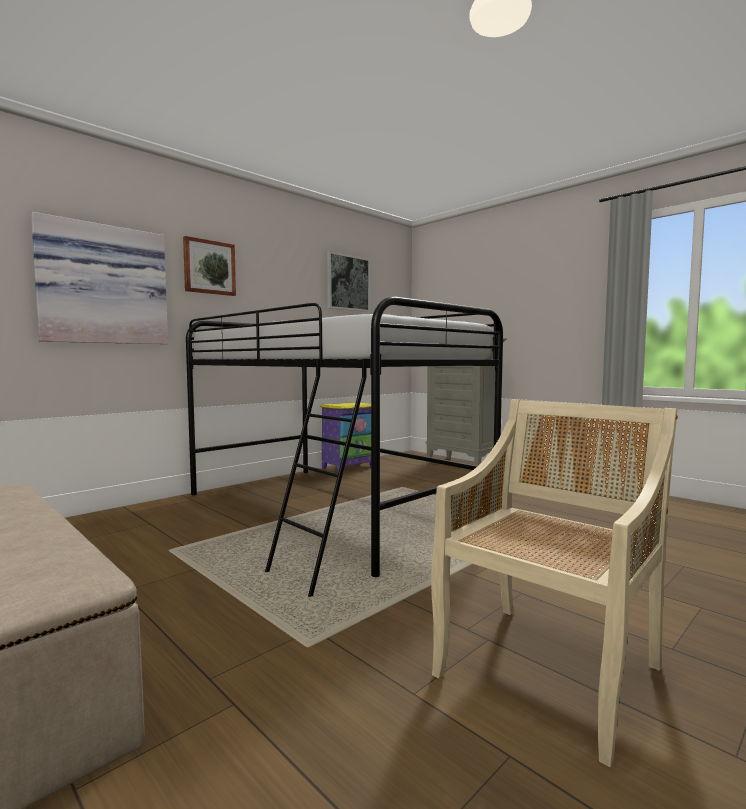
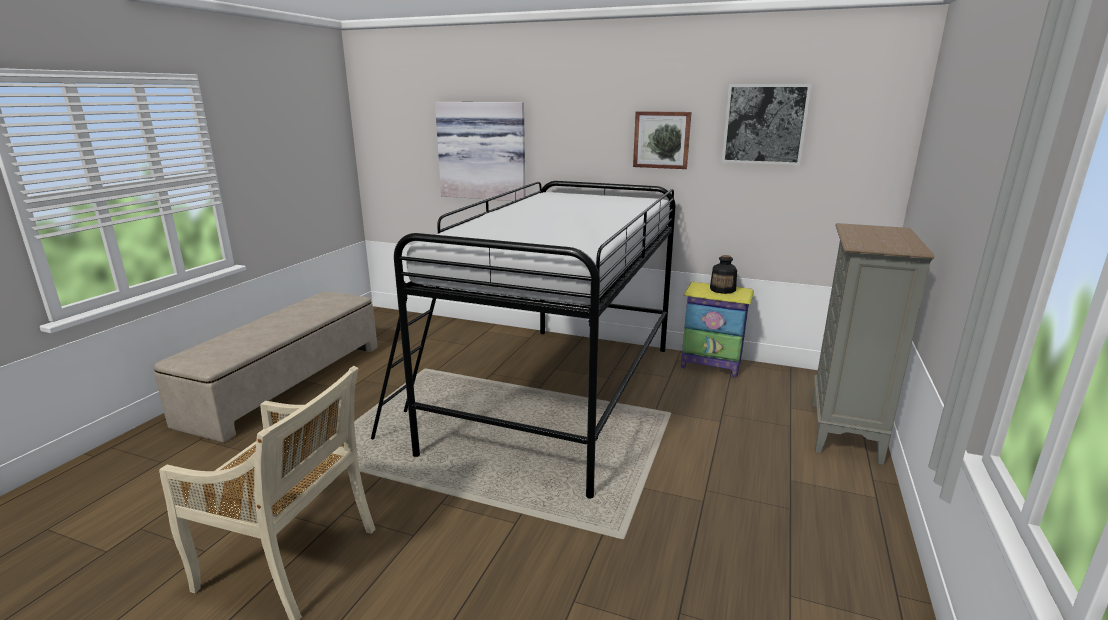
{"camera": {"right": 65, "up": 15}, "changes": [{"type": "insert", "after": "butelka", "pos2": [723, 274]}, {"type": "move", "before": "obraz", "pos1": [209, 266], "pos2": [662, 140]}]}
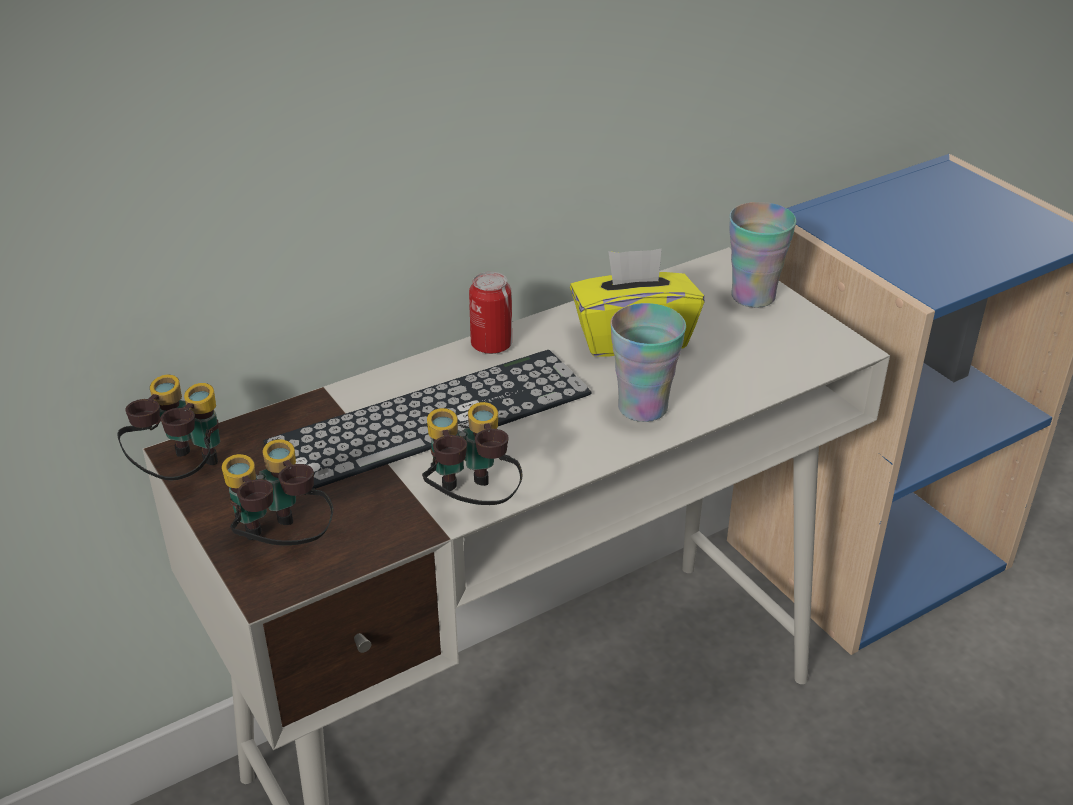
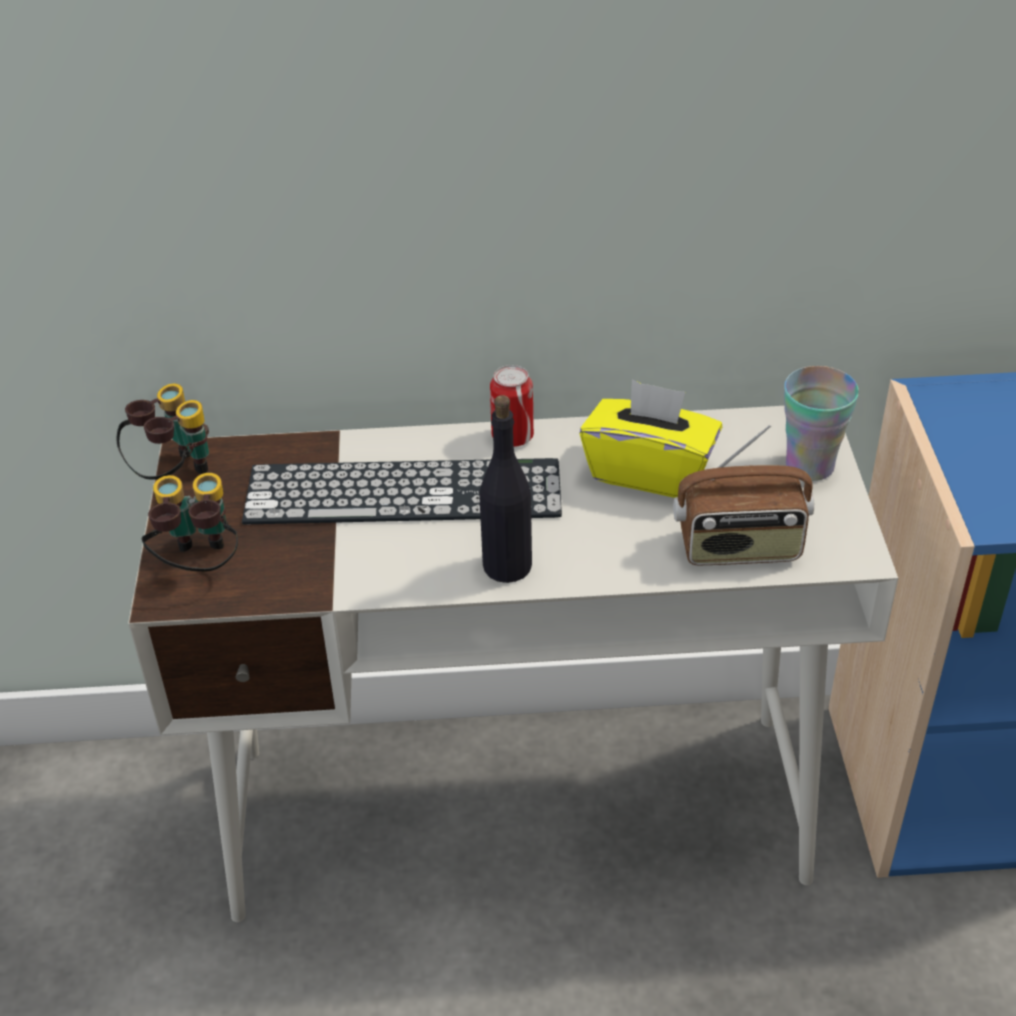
{"camera": {"right": 30, "up": 5}, "changes": [{"type": "delete", "before": "lornetka", "pos1": [472, 453]}, {"type": "delete", "before": "filiżanka", "pos1": [648, 362]}, {"type": "insert", "after": "butelka [czarny]", "pos2": [505, 489]}, {"type": "insert", "after": "radio", "pos2": [743, 495]}]}
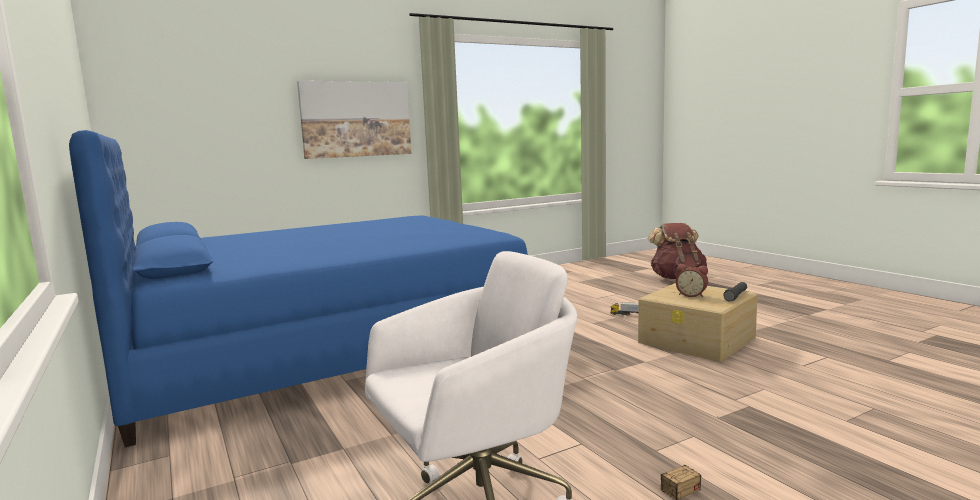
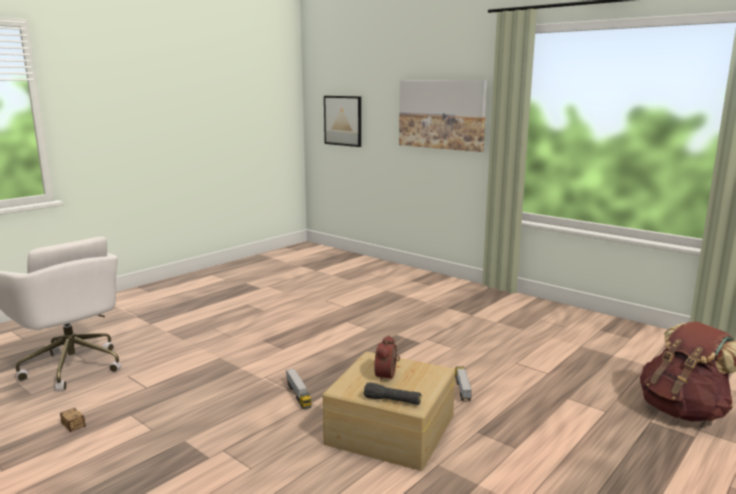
{"camera": {"right": 70, "up": 5}, "changes": [{"type": "delete", "before": "łóżko [niebieski]", "pos1": [298, 288]}, {"type": "insert", "after": "ciężarówka zabawkowa", "pos2": [298, 389]}, {"type": "insert", "after": "obraz", "pos2": [342, 121]}]}
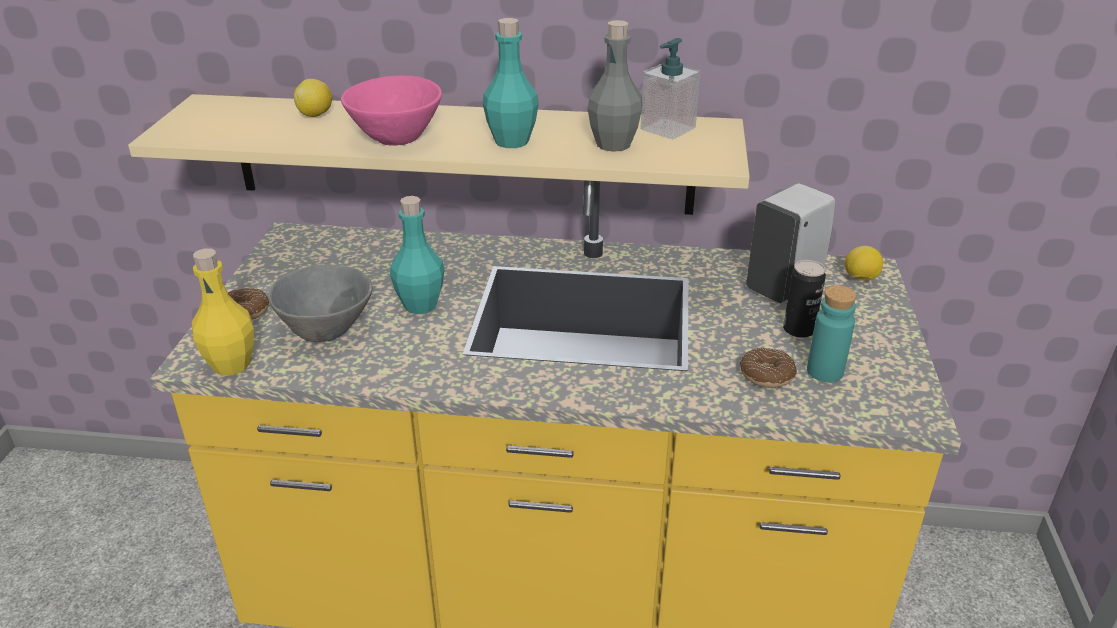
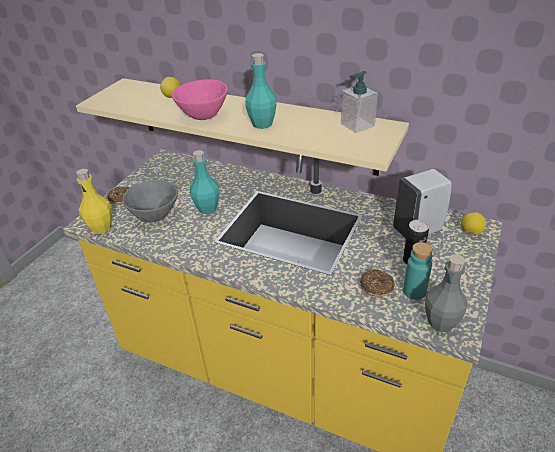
{"camera": {"right": 20, "up": 5}, "changes": [{"type": "move", "before": "butelka [szary]", "pos1": [615, 86], "pos2": [446, 293]}]}
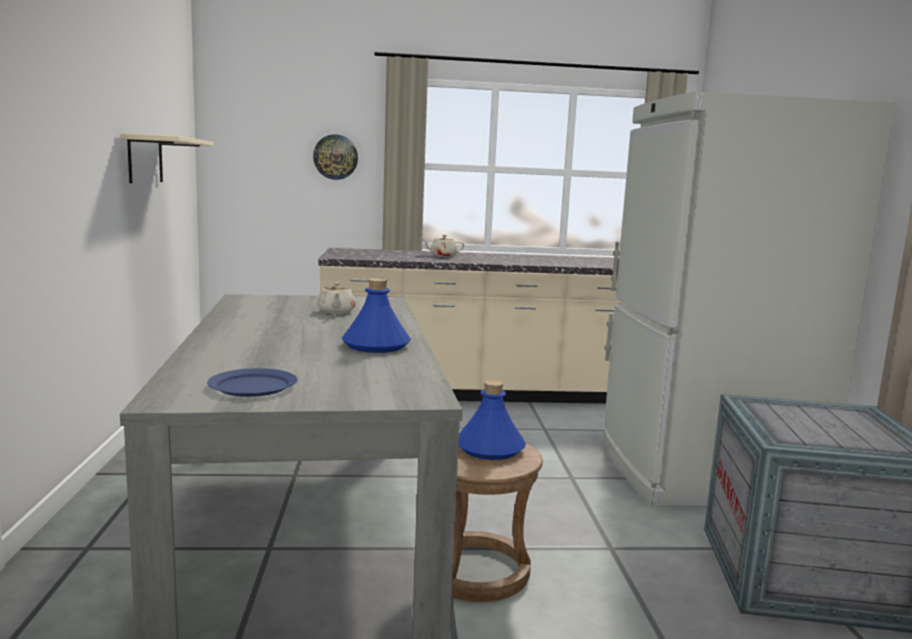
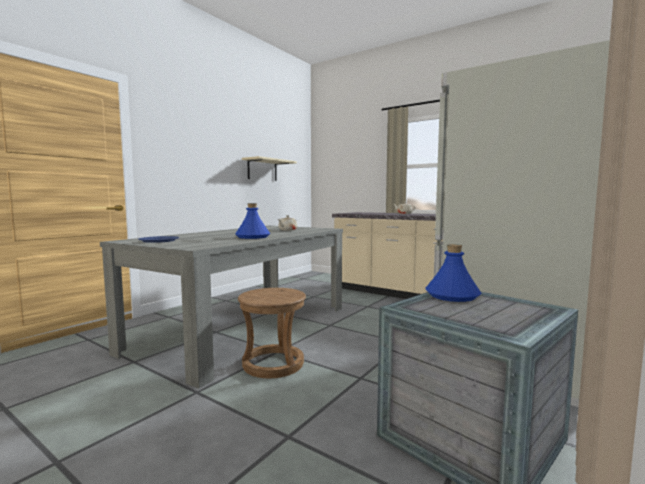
{"camera": {"right": 40, "up": -5}, "changes": [{"type": "delete", "before": "zegar ścienny", "pos1": [335, 157]}, {"type": "move", "before": "butelka [niebieski]", "pos1": [492, 420], "pos2": [453, 273]}]}
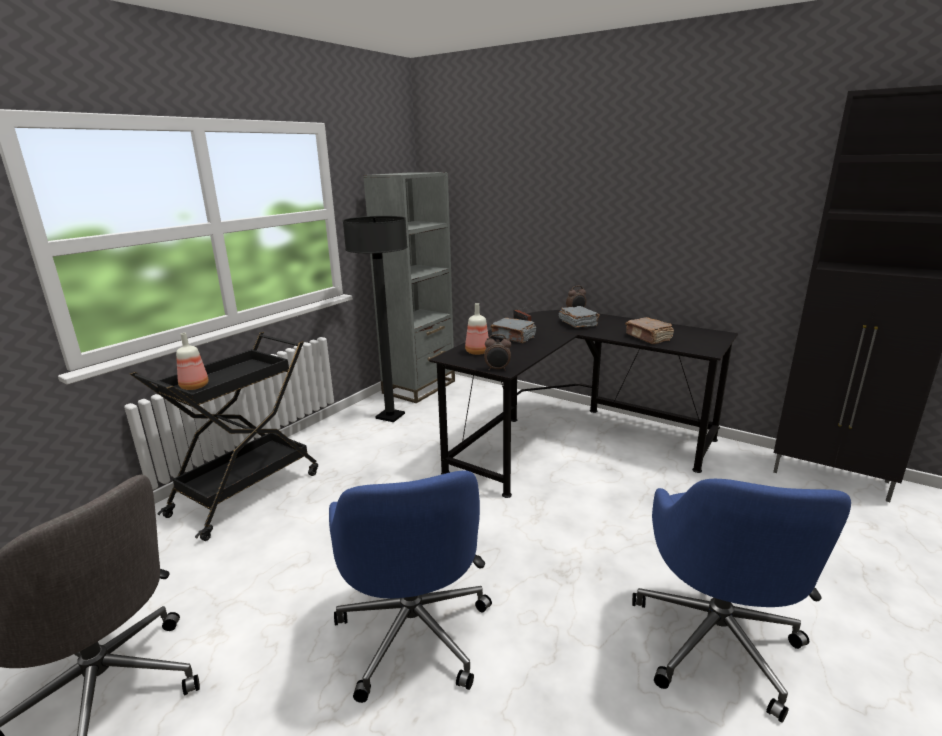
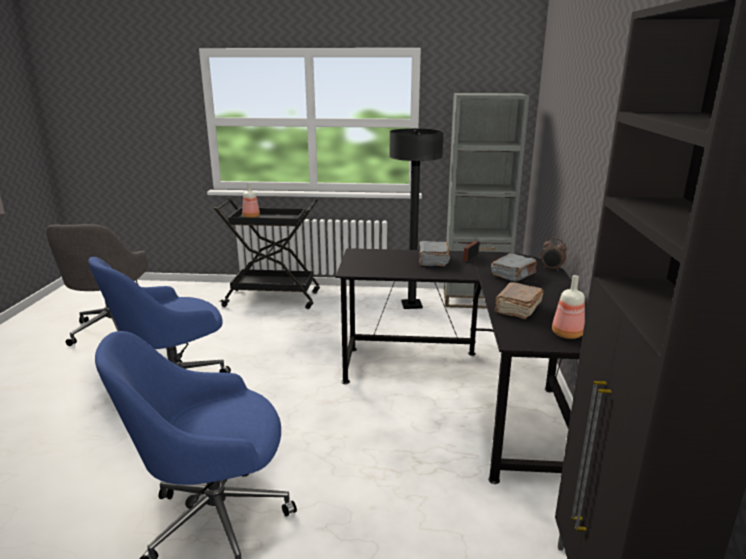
{"camera": {"right": 60, "up": 0}, "changes": [{"type": "delete", "before": "budzik", "pos1": [497, 352]}, {"type": "move", "before": "butelka", "pos1": [477, 329], "pos2": [568, 307]}]}
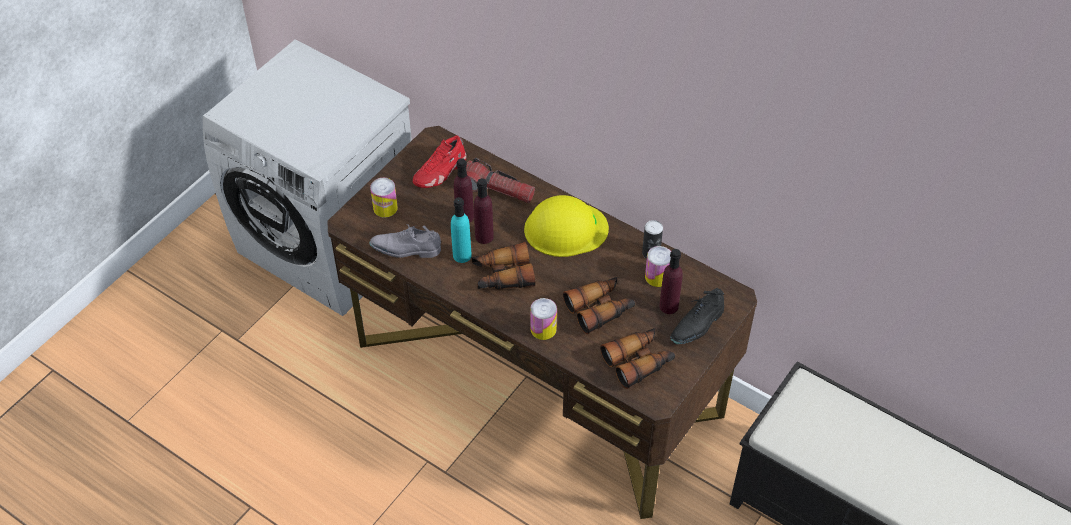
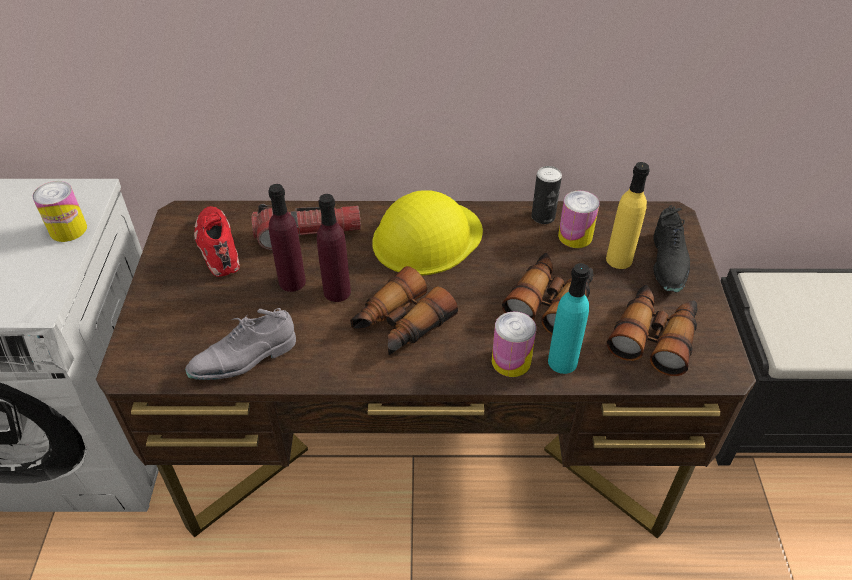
{"camera": {"right": -35, "up": -5}, "changes": [{"type": "move", "before": "puszka", "pos1": [384, 198], "pos2": [59, 211]}, {"type": "move", "before": "butelka [turkusowy]", "pos1": [461, 230], "pos2": [569, 318]}, {"type": "recolor", "before": "butelka [fioletowy]", "after": "butelka [żółty]", "pos1": [671, 281], "pos2": [628, 215]}, {"type": "rotate", "before": "but [czerwony]", "pos1": [439, 161], "pos2": [217, 241], "turn": 150}]}
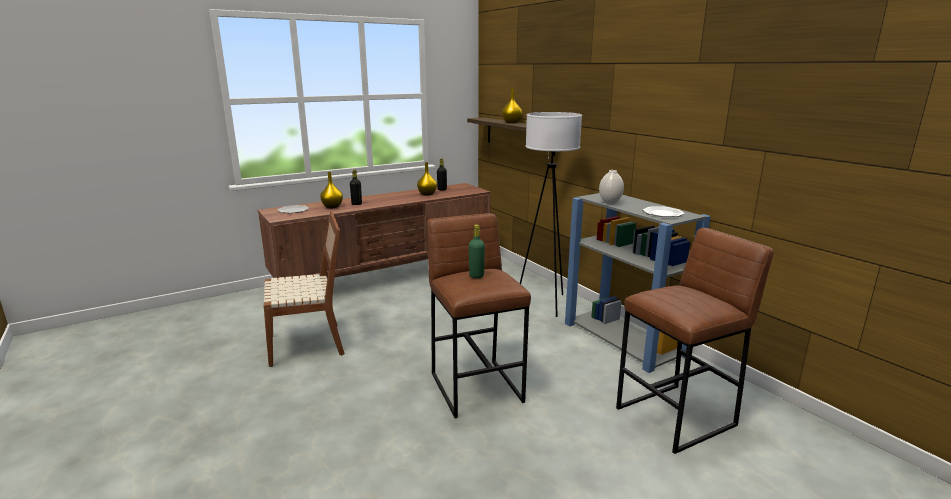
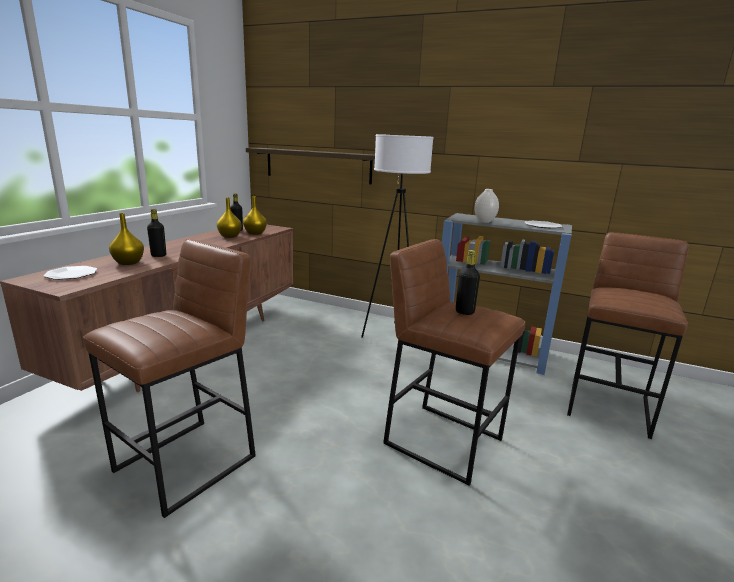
{"camera": {"right": -35, "up": 0}, "changes": [{"type": "move", "before": "wazon [żółty]", "pos1": [512, 106], "pos2": [255, 215]}, {"type": "replace", "before": "krzesło", "after": "stołek [brązowy]", "pos1": [304, 289], "pos2": [169, 378]}, {"type": "recolor", "before": "butelka [zielony]", "after": "butelka [czarny]", "pos1": [477, 251], "pos2": [468, 282]}]}
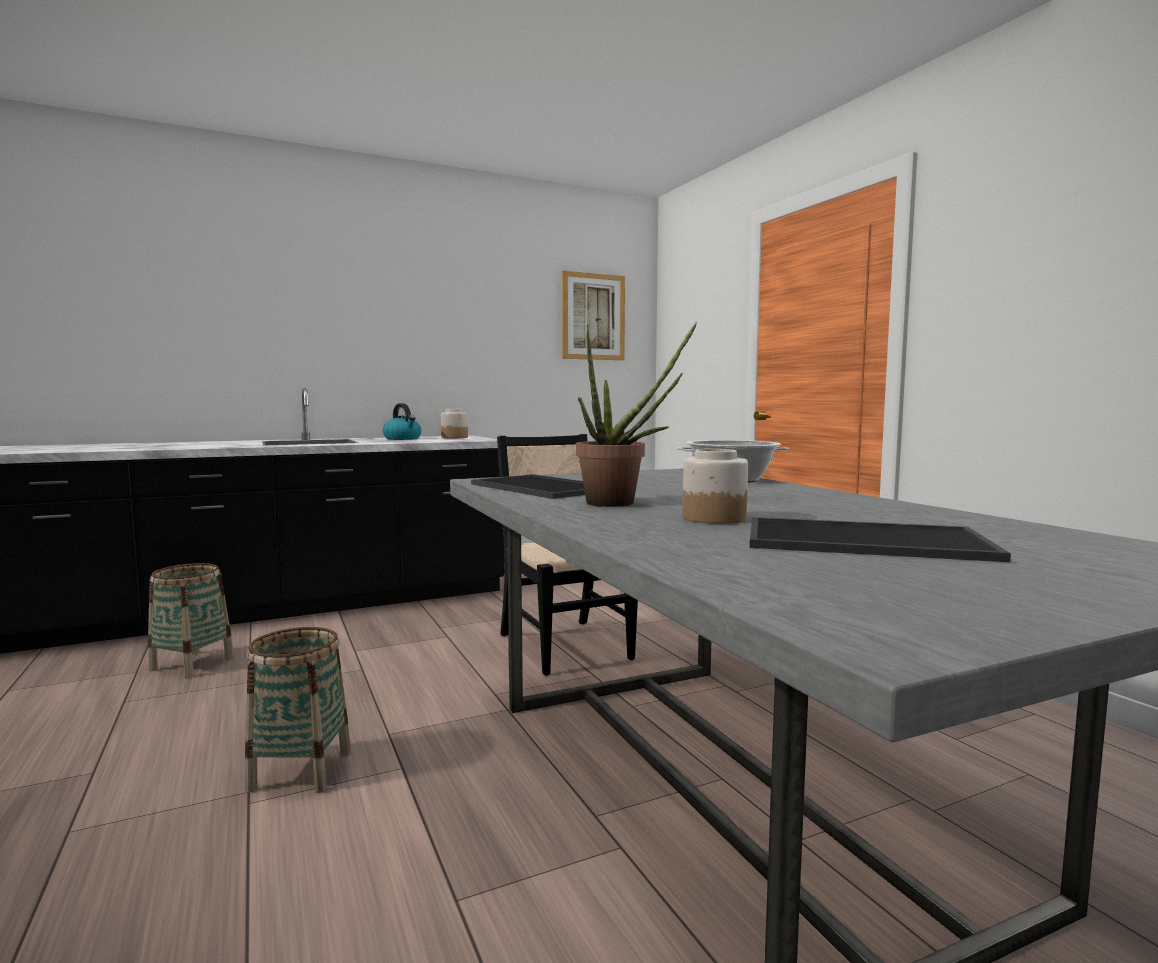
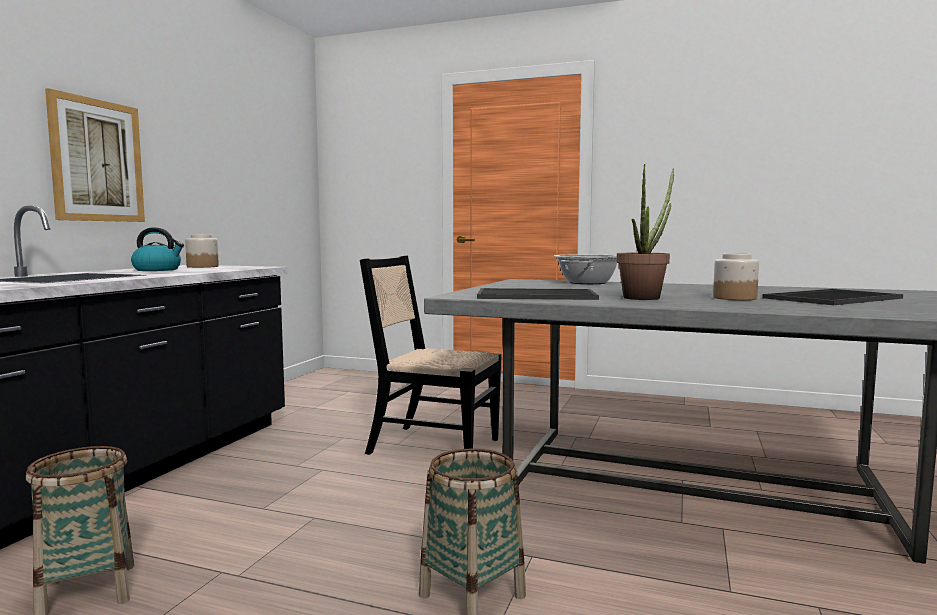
{"camera": {"right": -45, "up": 0}, "changes": [{"type": "move", "before": "obraz", "pos1": [593, 315], "pos2": [95, 155]}]}
